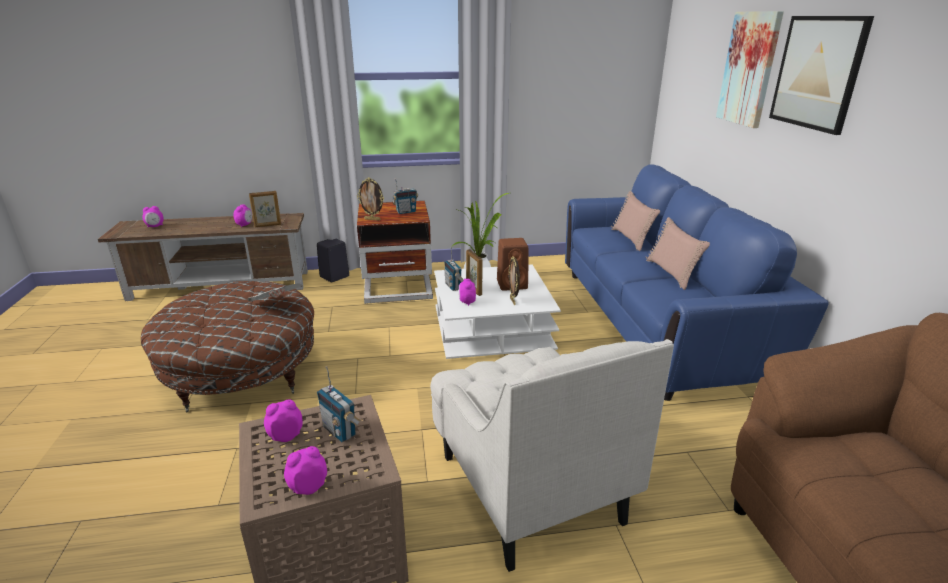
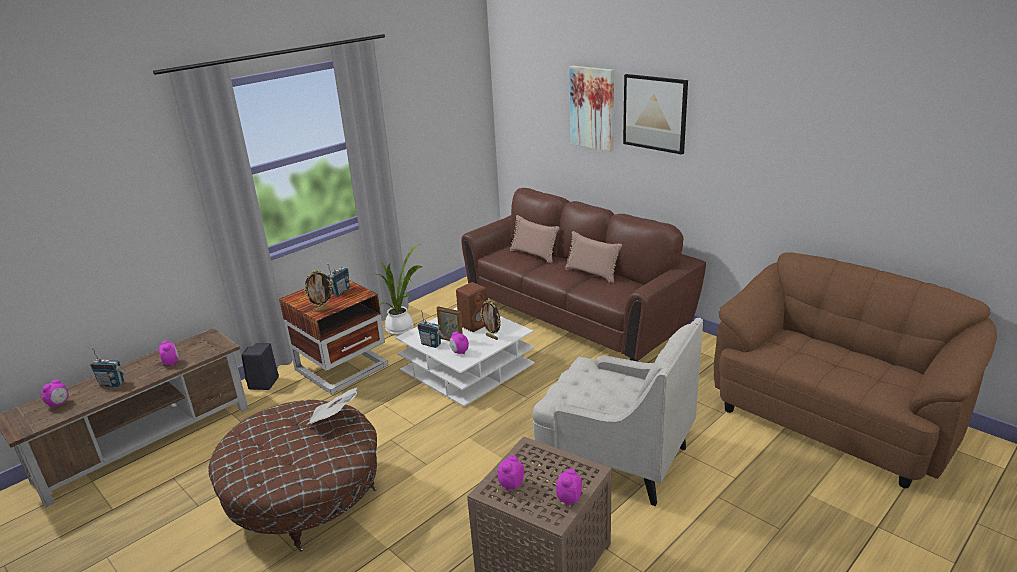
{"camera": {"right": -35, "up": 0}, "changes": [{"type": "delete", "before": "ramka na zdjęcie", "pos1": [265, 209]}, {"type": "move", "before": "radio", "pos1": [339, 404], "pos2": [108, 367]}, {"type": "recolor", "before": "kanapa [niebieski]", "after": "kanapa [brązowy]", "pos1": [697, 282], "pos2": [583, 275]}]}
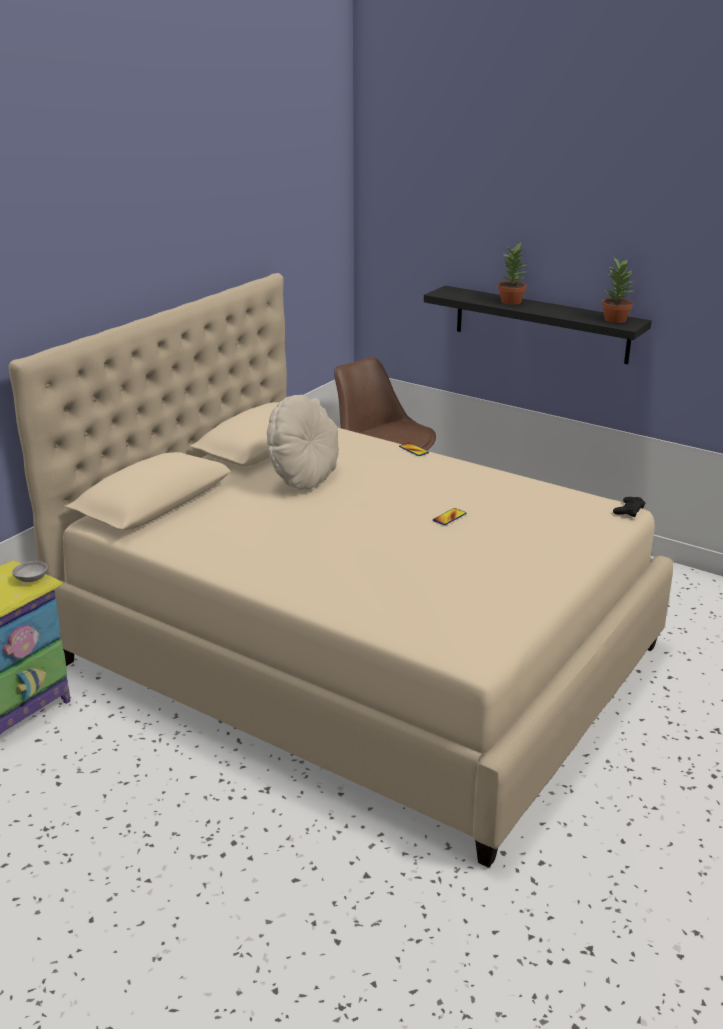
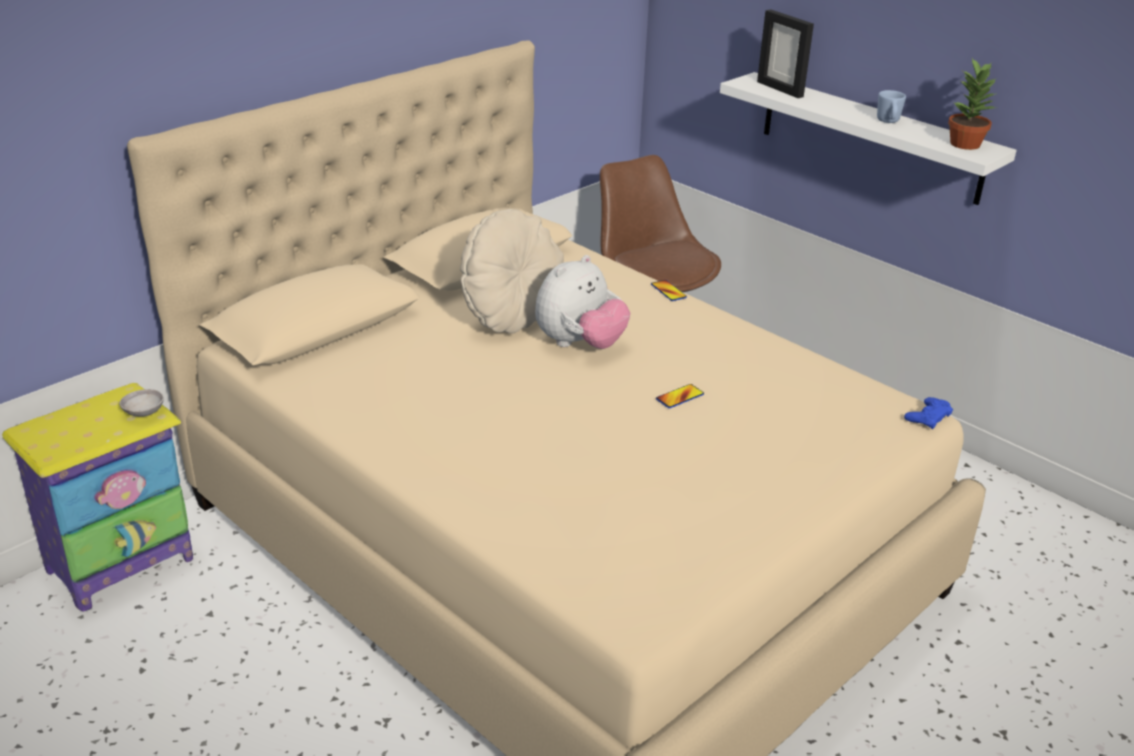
{"camera": {"right": 10, "up": 5}, "changes": [{"type": "delete", "before": "roślina doniczkowa", "pos1": [513, 274]}, {"type": "insert", "after": "pluszak", "pos2": [582, 302]}, {"type": "insert", "after": "ramka na zdjęcie", "pos2": [785, 53]}, {"type": "insert", "after": "kubek [niebieski]", "pos2": [891, 106]}, {"type": "recolor", "before": "półka [czarny]", "after": "półka [biały]", "pos1": [538, 325], "pos2": [868, 138]}, {"type": "recolor", "before": "pad do gier [czarny]", "after": "pad do gier [niebieski]", "pos1": [629, 507], "pos2": [928, 413]}]}
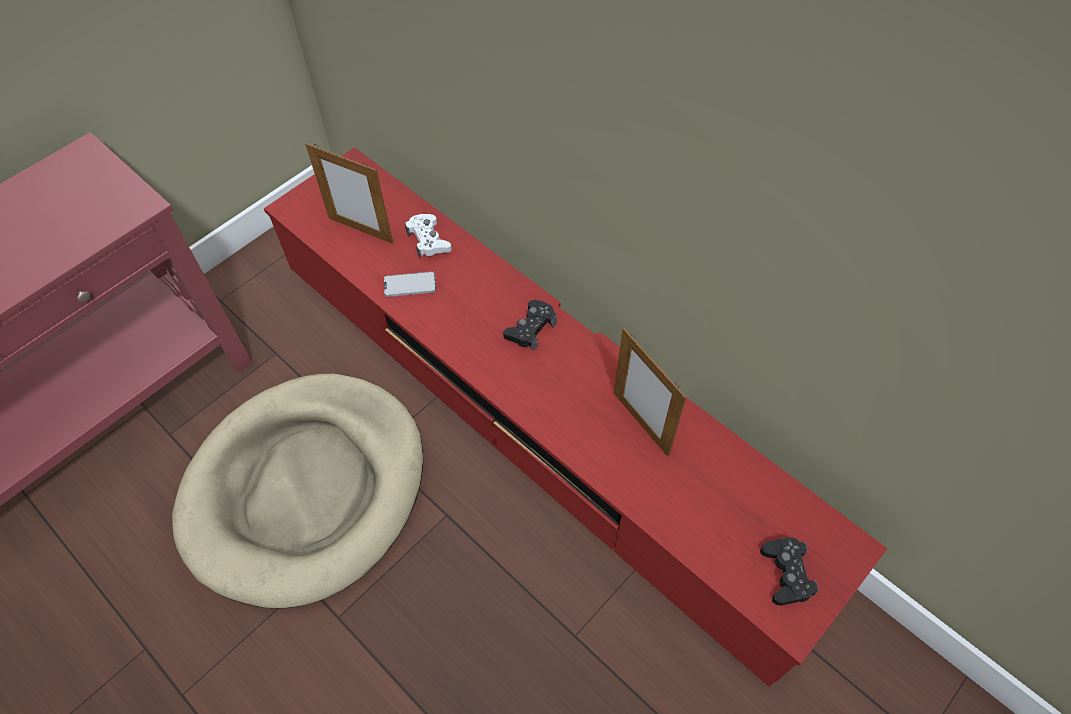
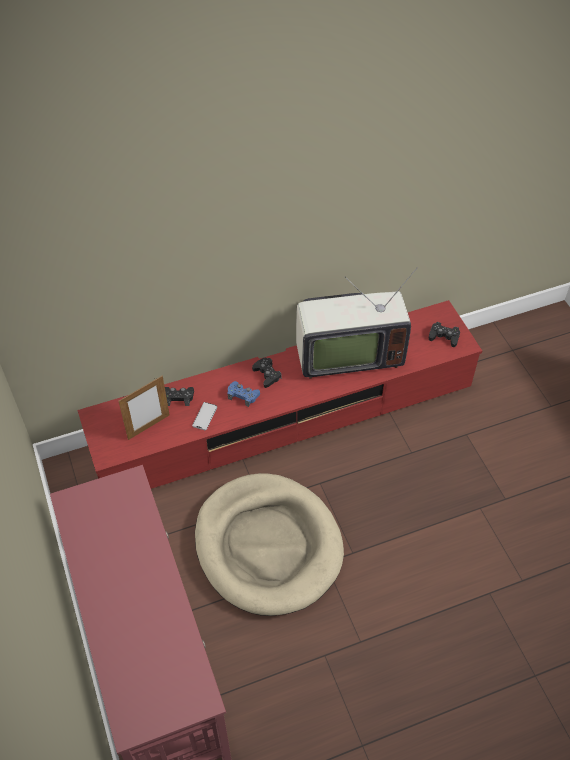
{"camera": {"right": -65, "up": -5}, "changes": [{"type": "insert", "after": "pad do gier [niebieski]", "pos2": [244, 394]}, {"type": "replace", "before": "ramka na zdjęcie", "after": "telewizor", "pos1": [649, 392], "pos2": [357, 323]}, {"type": "recolor", "before": "pad do gier [biały]", "after": "pad do gier [czarny]", "pos1": [428, 236], "pos2": [179, 396]}]}
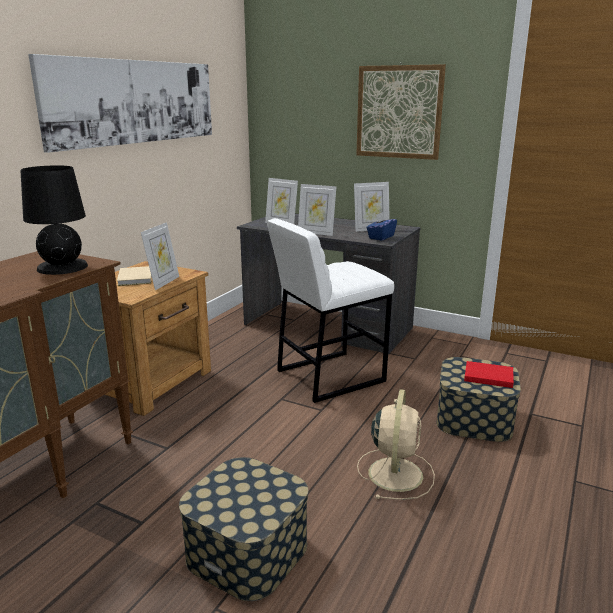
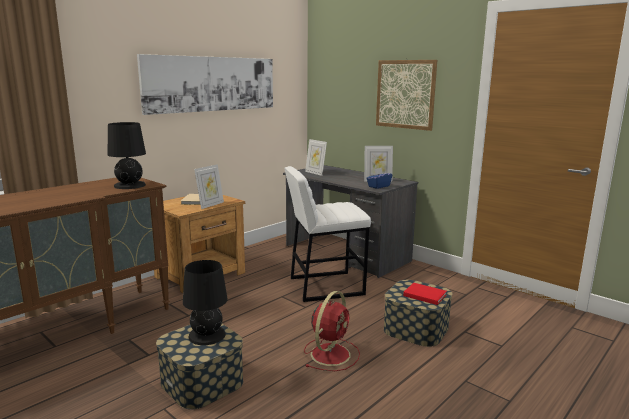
{"camera": {"right": 15, "up": -5}, "changes": [{"type": "delete", "before": "ramka na zdjęcie", "pos1": [317, 210]}, {"type": "insert", "after": "lampa stołowa [czarny]", "pos2": [205, 302]}, {"type": "recolor", "before": "wentylator [beżowy]", "after": "wentylator [czerwony]", "pos1": [396, 444], "pos2": [332, 331]}]}
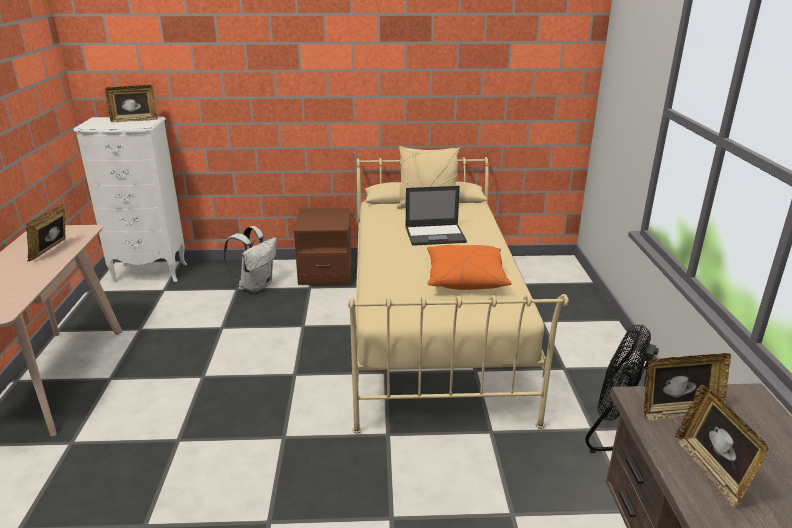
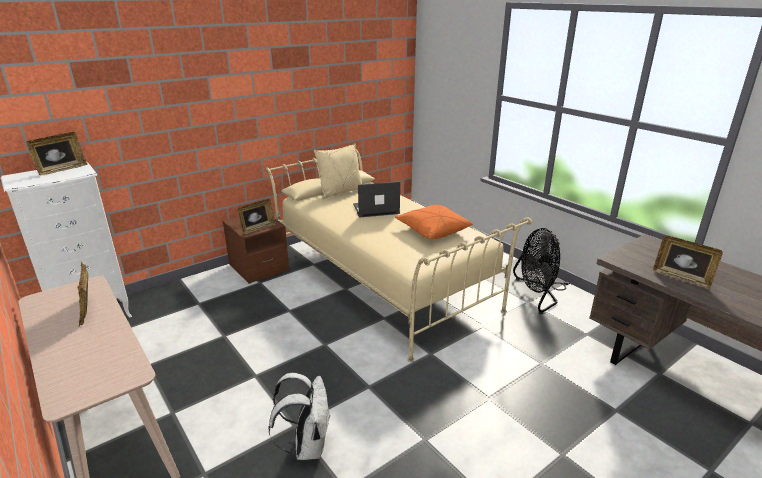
{"camera": {"right": -35, "up": 0}, "changes": [{"type": "move", "before": "plecak [biały]", "pos1": [250, 259], "pos2": [299, 416]}, {"type": "move", "before": "ramka na zdjęcie", "pos1": [687, 387], "pos2": [257, 216]}, {"type": "rotate", "before": "laptop", "pos1": [436, 216], "pos2": [376, 200], "turn": -150}]}
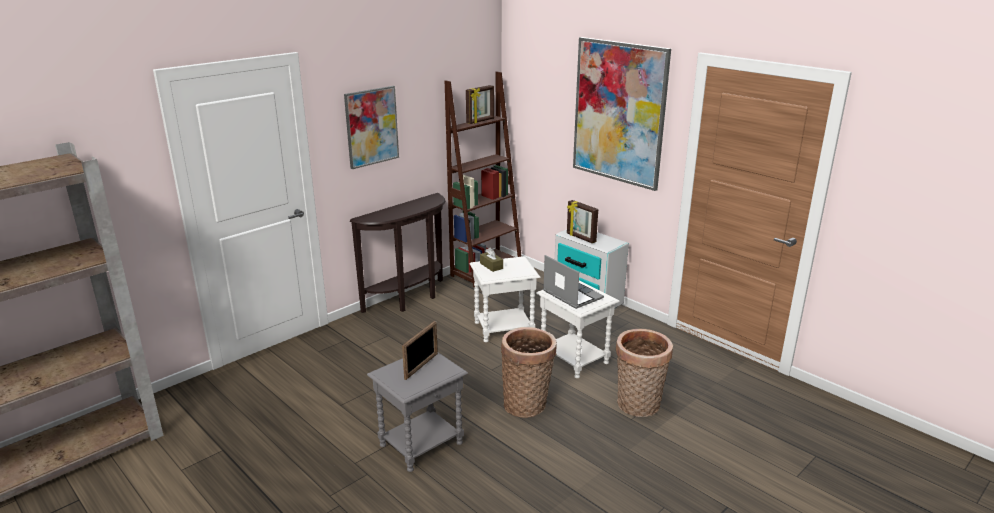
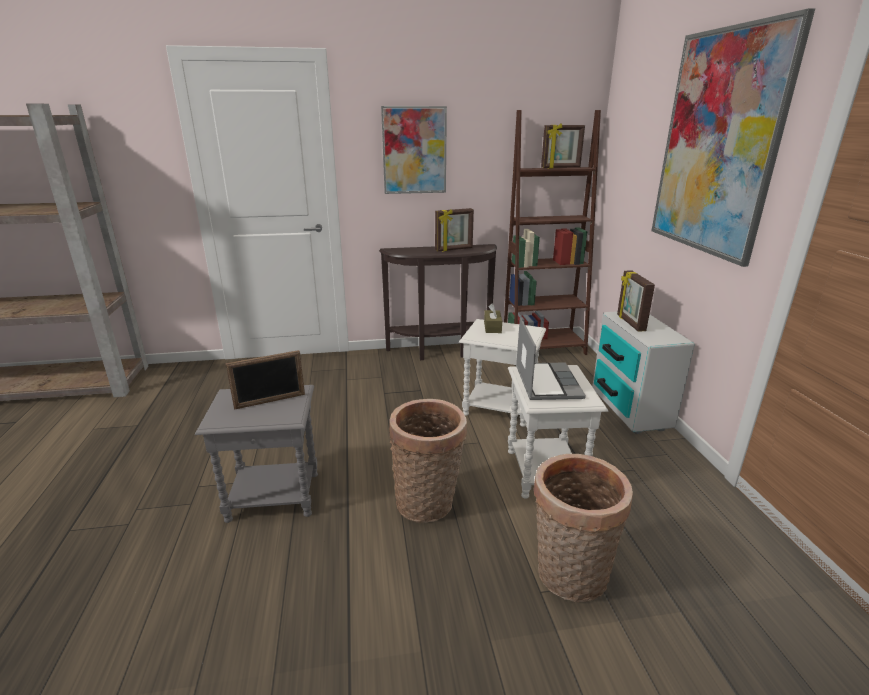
{"camera": {"right": 35, "up": 0}, "changes": [{"type": "insert", "after": "ramka na zdjęcie", "pos2": [454, 229]}]}
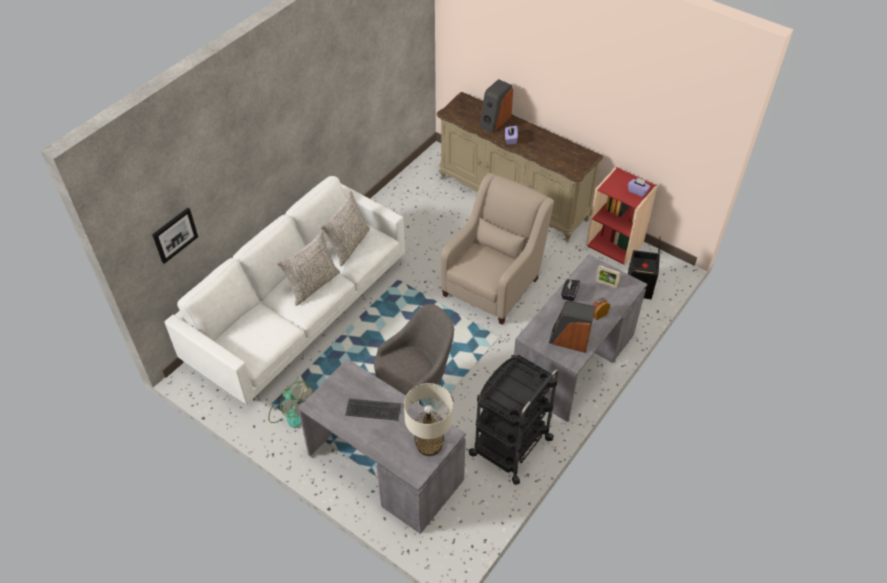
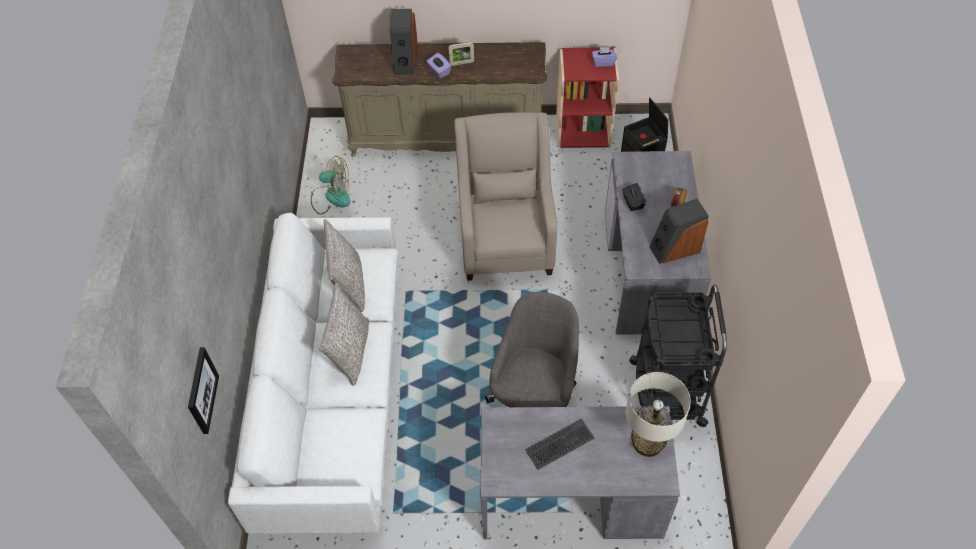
{"camera": {"right": -35, "up": 5}, "changes": [{"type": "move", "before": "wentylator", "pos1": [290, 405], "pos2": [330, 185]}, {"type": "move", "before": "ramka na zdjęcie", "pos1": [608, 277], "pos2": [461, 54]}]}
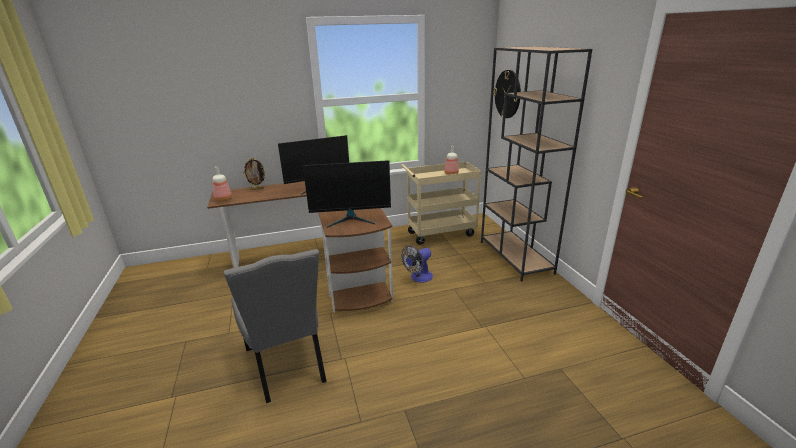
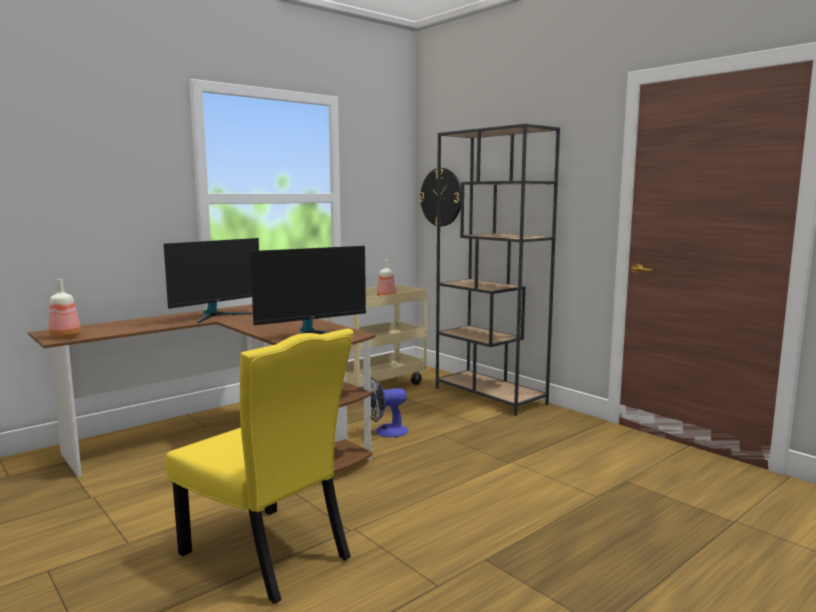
{"camera": {"right": -25, "up": -15}, "changes": [{"type": "delete", "before": "ramka na zdjęcie", "pos1": [254, 174]}, {"type": "recolor", "before": "krzesło [szary]", "after": "krzesło [żółty]", "pos1": [275, 326], "pos2": [260, 466]}, {"type": "rotate", "before": "wentylator", "pos1": [417, 264], "pos2": [389, 407], "turn": 45}]}
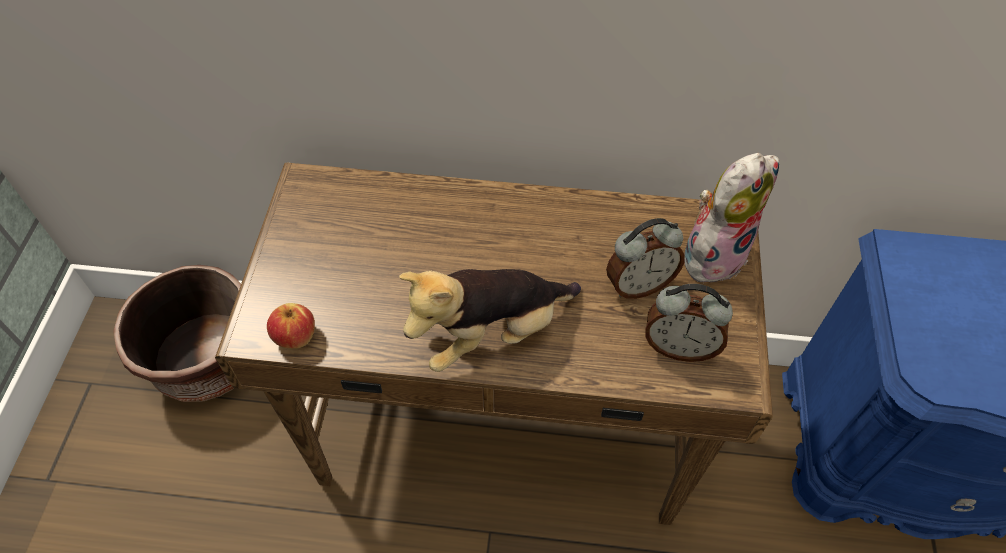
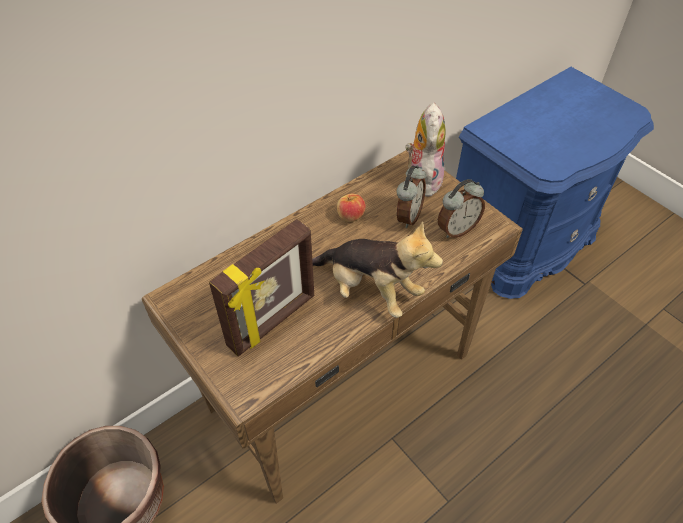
{"camera": {"right": -45, "up": -5}, "changes": [{"type": "insert", "after": "ramka na zdjęcie", "pos2": [261, 288]}, {"type": "move", "before": "jabłko", "pos1": [291, 326], "pos2": [351, 207]}, {"type": "rotate", "before": "pluszak", "pos1": [490, 320], "pos2": [377, 269], "turn": -75}]}
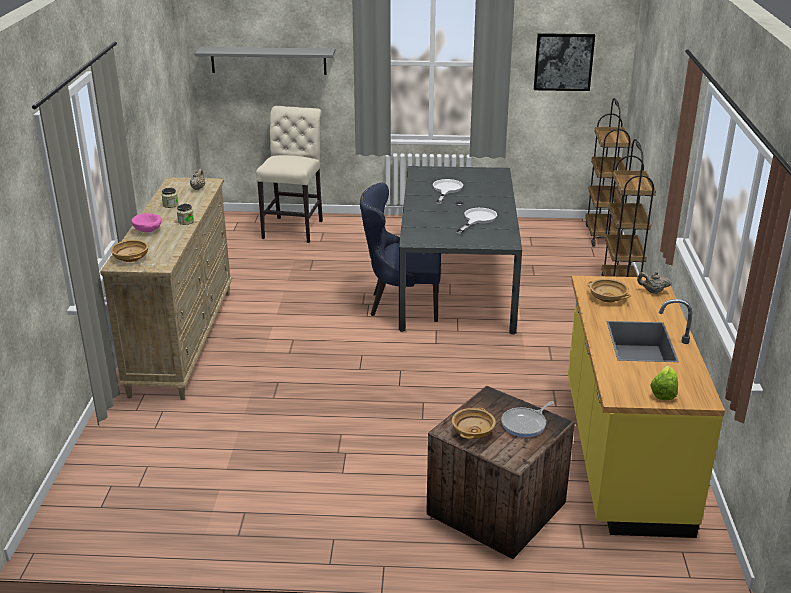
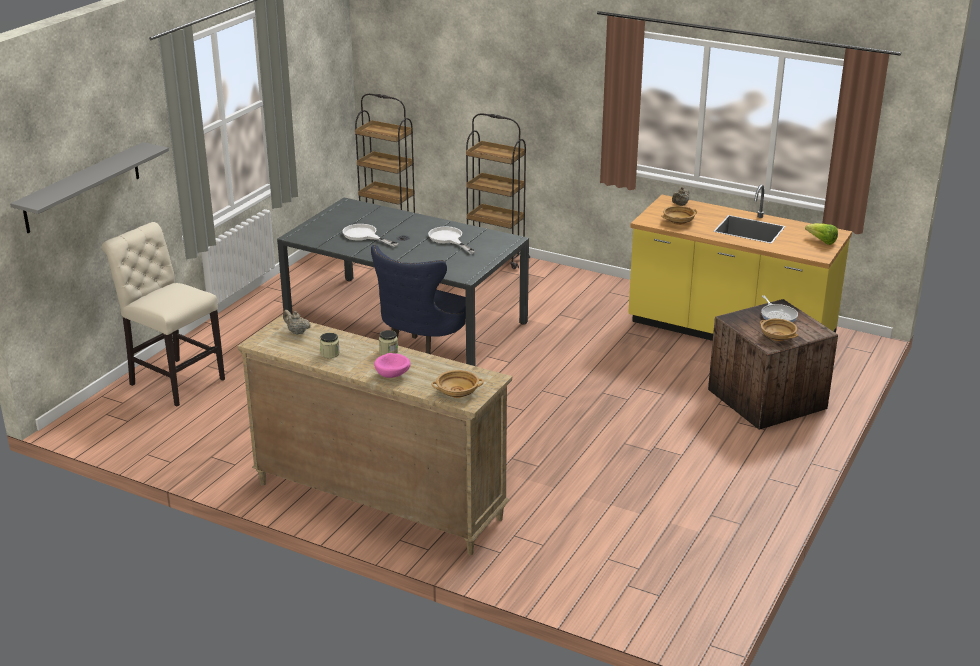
{"camera": {"right": -65, "up": 0}, "changes": [{"type": "delete", "before": "obraz", "pos1": [564, 62]}]}
